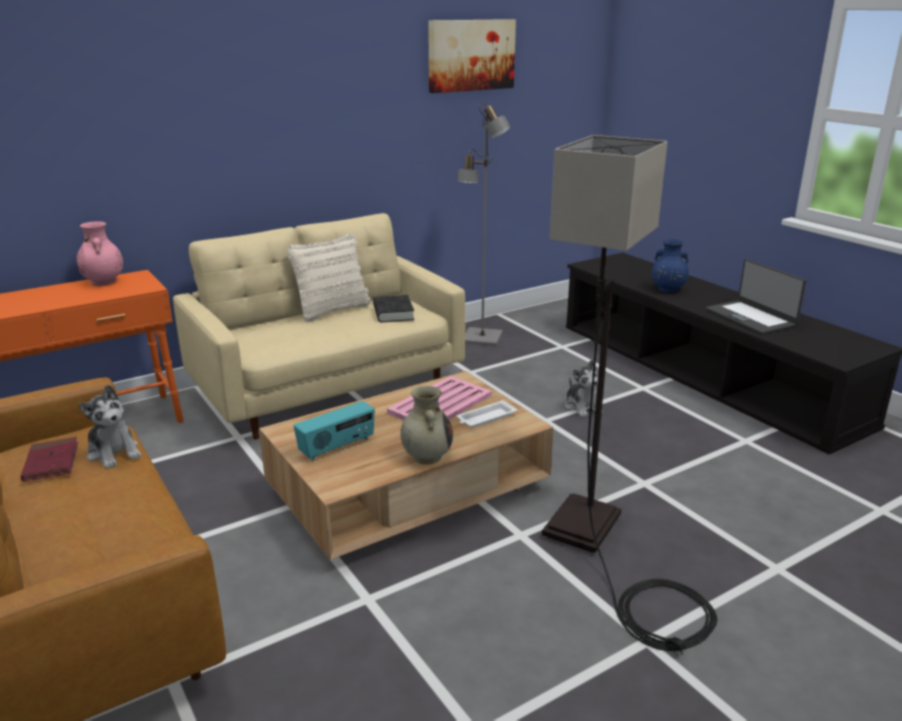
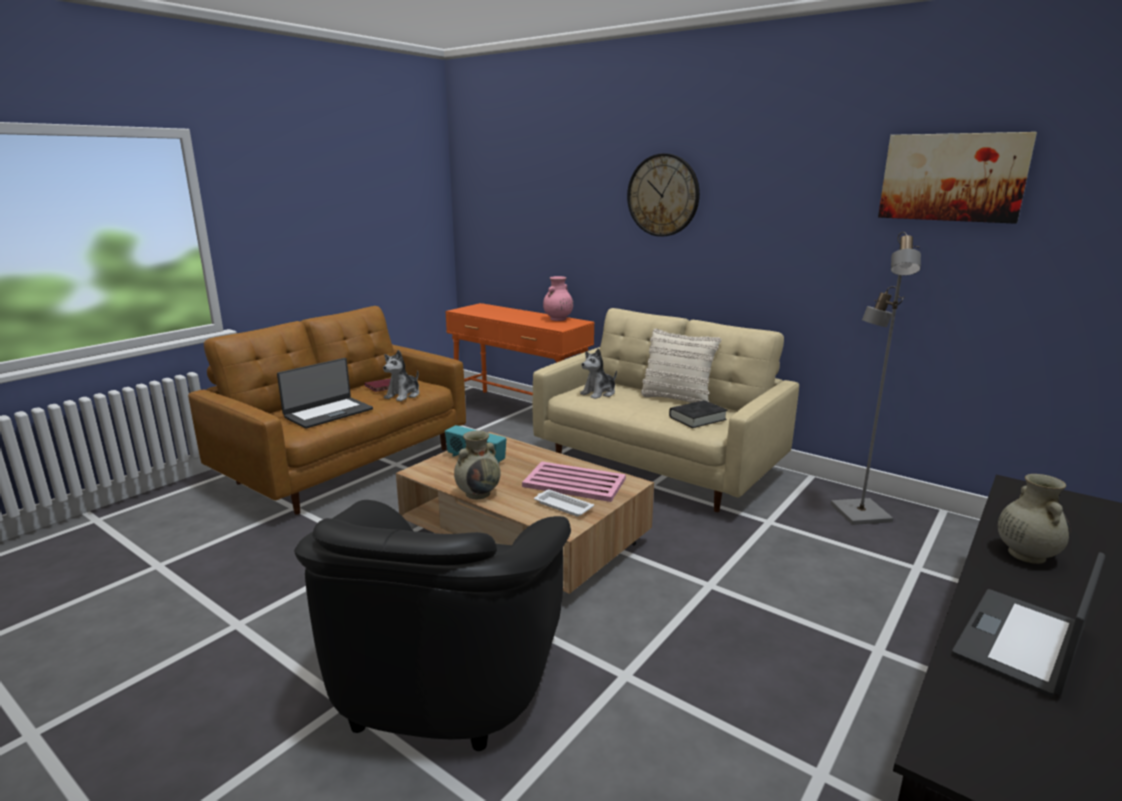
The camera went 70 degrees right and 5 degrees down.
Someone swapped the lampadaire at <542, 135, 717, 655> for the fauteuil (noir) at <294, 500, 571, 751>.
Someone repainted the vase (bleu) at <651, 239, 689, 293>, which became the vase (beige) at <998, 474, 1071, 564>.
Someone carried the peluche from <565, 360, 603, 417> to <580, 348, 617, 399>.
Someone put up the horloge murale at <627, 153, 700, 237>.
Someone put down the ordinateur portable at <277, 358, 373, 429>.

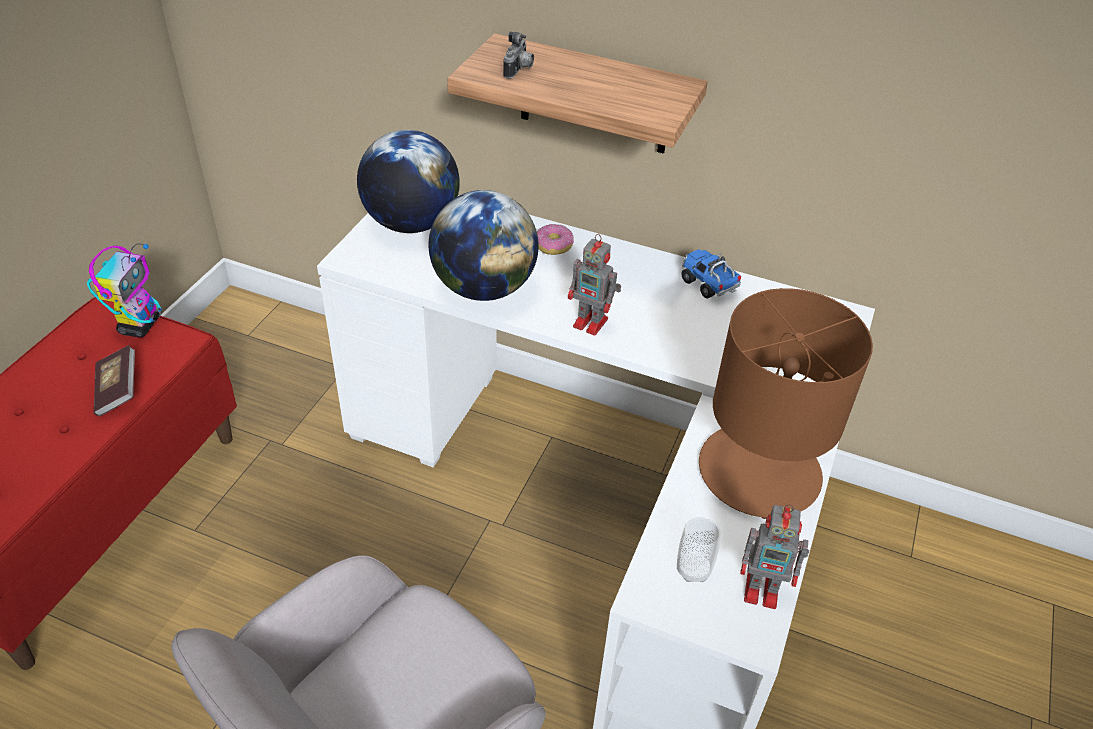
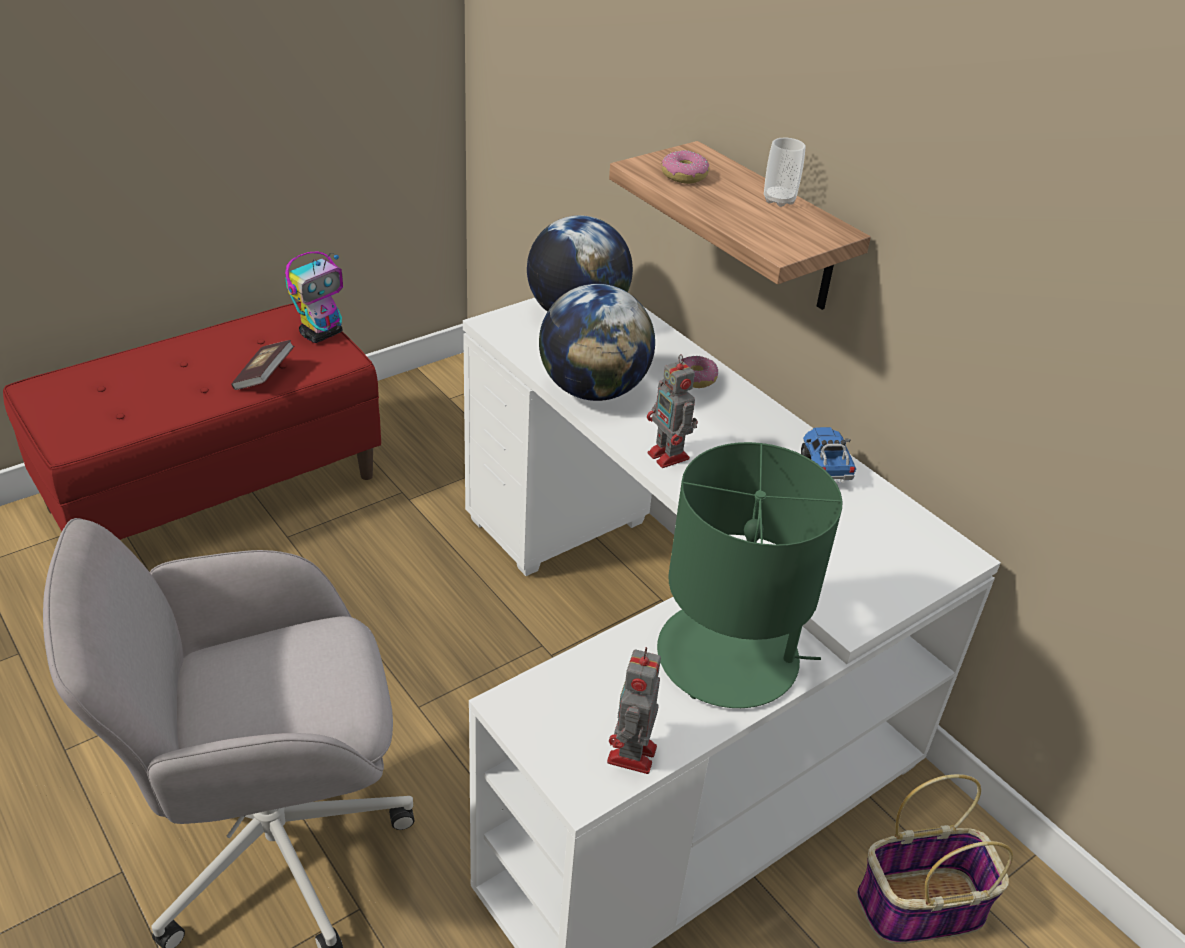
The camera went 30 degrees right and 5 degrees down.
Someone swapped the appareil photo at <503, 32, 534, 79> for the beignet at <662, 150, 709, 184>.
Someone repainted the lampe de table (marron) at <699, 288, 873, 519>, which became the lampe de table (vert) at <657, 442, 842, 708>.
Someone rotated the robot jouet at <740, 504, 809, 609> by 60 degrees clockwise.
Someone carried the tasse from <677, 517, 721, 582> to <764, 138, 806, 207>.
Someone put down the panier at <856, 774, 1013, 944>.

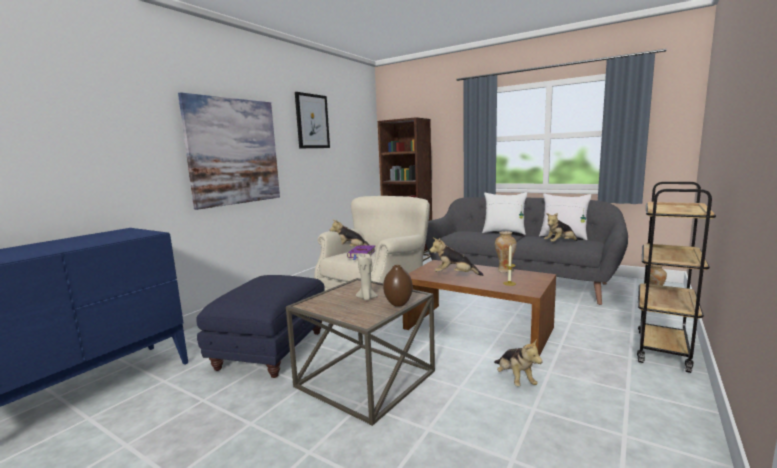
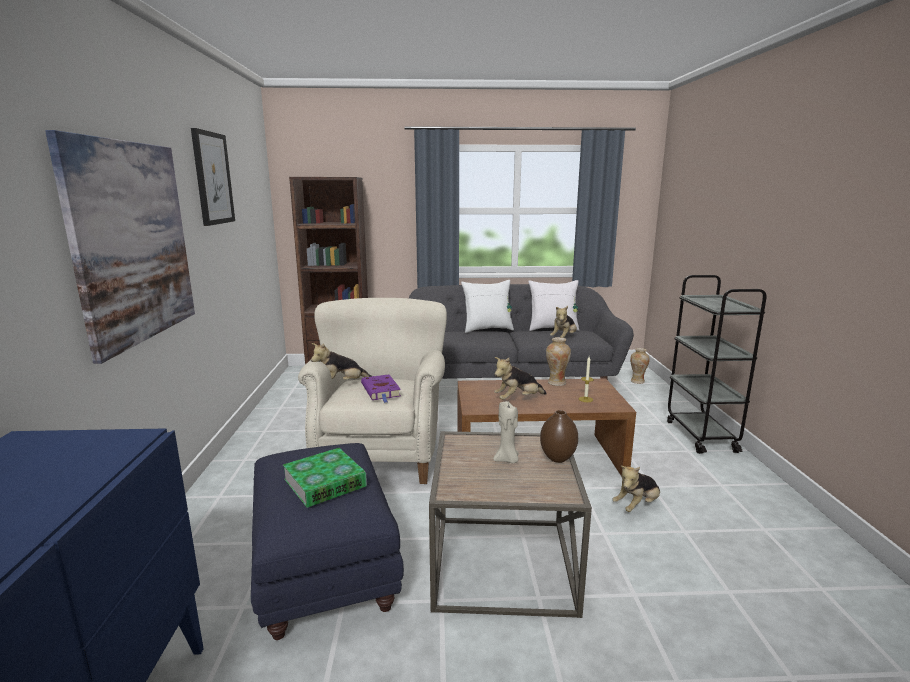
The camera went 35 degrees left and 5 degrees up.
Someone repainted the chariot (marron) at <637, 182, 716, 373>, which became the chariot (gris) at <667, 275, 766, 454>.
Someone rotated the peluche at <494, 339, 543, 386> by 105 degrees clockwise.
Someone put down the livre at <283, 448, 367, 508>.

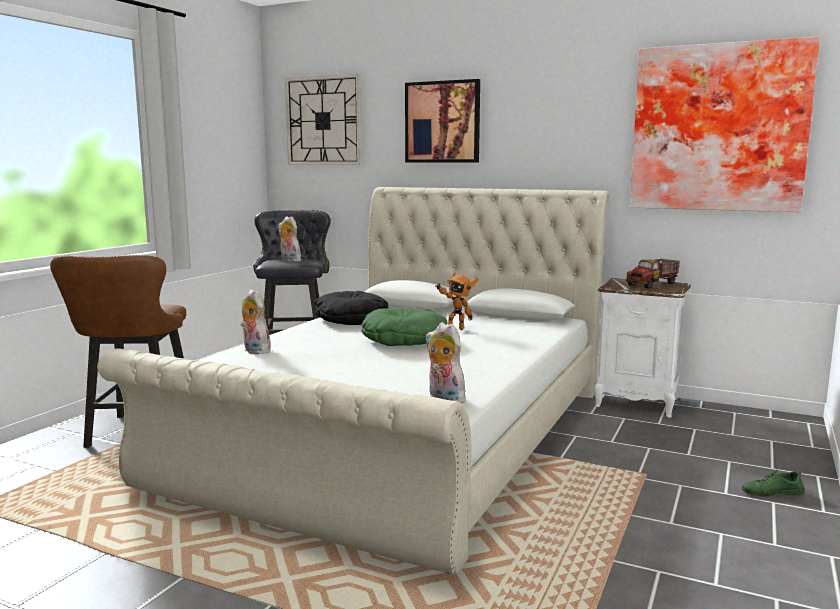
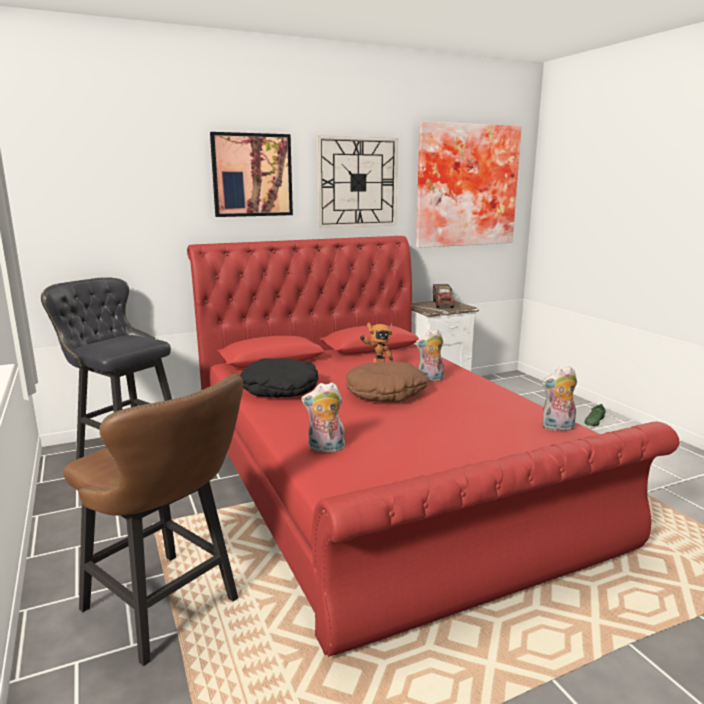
The camera went 50 degrees left and 5 degrees up.
Someone carried the horloge murale from <285, 74, 362, 165> to <317, 135, 398, 228>.
Someone repainted the lit (beige) at <97, 187, 610, 574>, which became the lit (rouge) at <187, 236, 680, 658>.
Someone carried the peluche from <278, 216, 301, 262> to <415, 329, 444, 382>.
Someone repainted the coussin (vert) at <362, 308, 447, 346>, which became the coussin (marron) at <346, 360, 428, 402>.

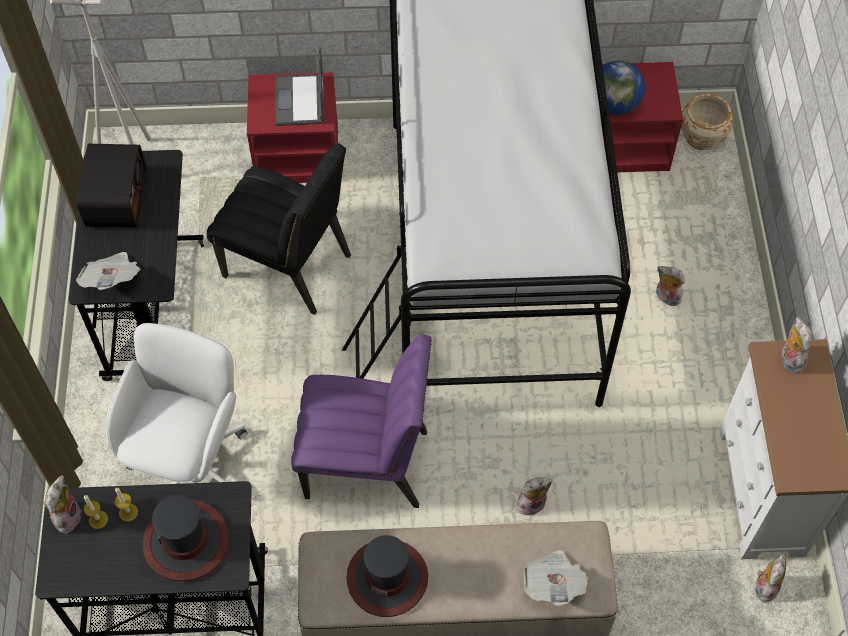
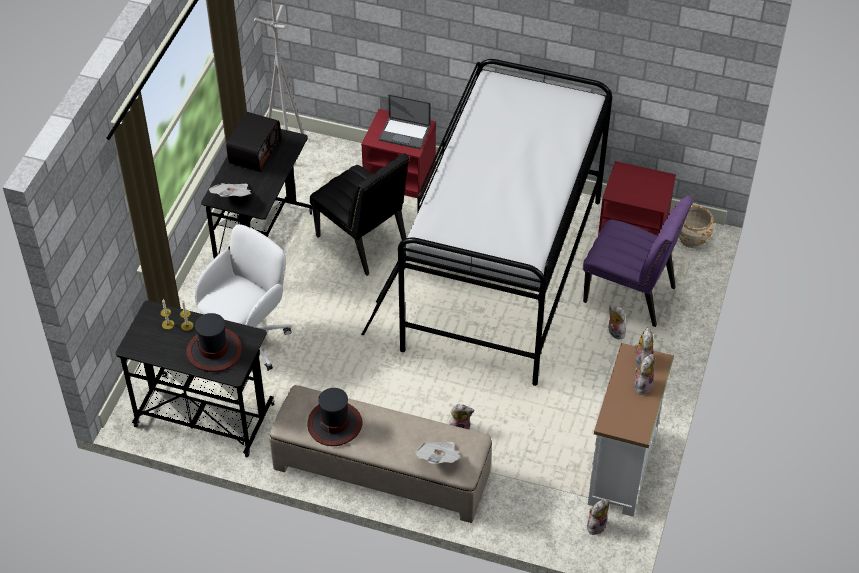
The camera went 20 degrees right and 10 degrees down.
Someone rotated the ordinateur portable at <275, 45, 325, 126> by 90 degrees counterclockwise.
Someone took away the globe at <597, 61, 645, 115>.
Someone carried the chaise (violet) from <291, 334, 432, 508> to <583, 195, 694, 327>.
Someone carried the peluche from <44, 475, 82, 534> to <634, 354, 655, 395>.

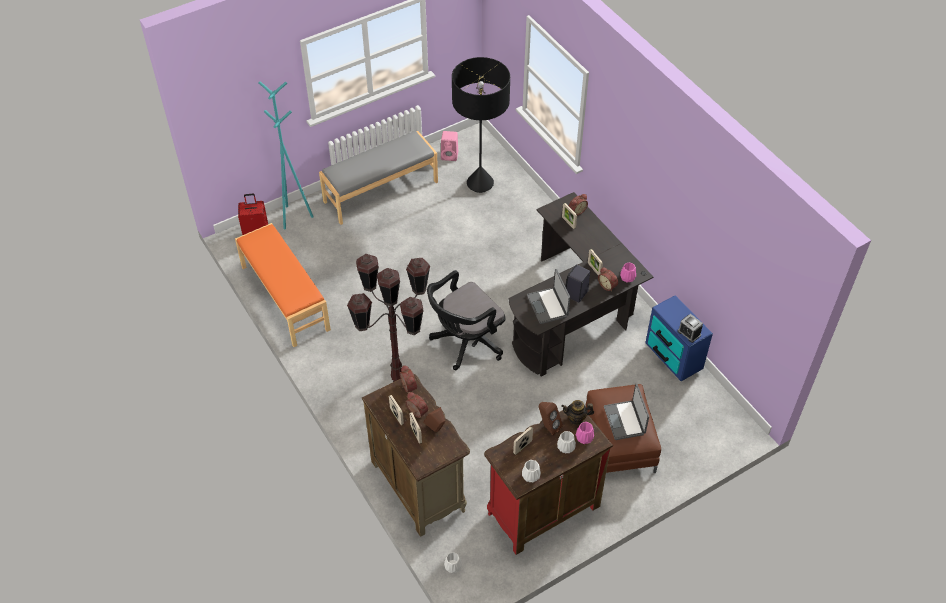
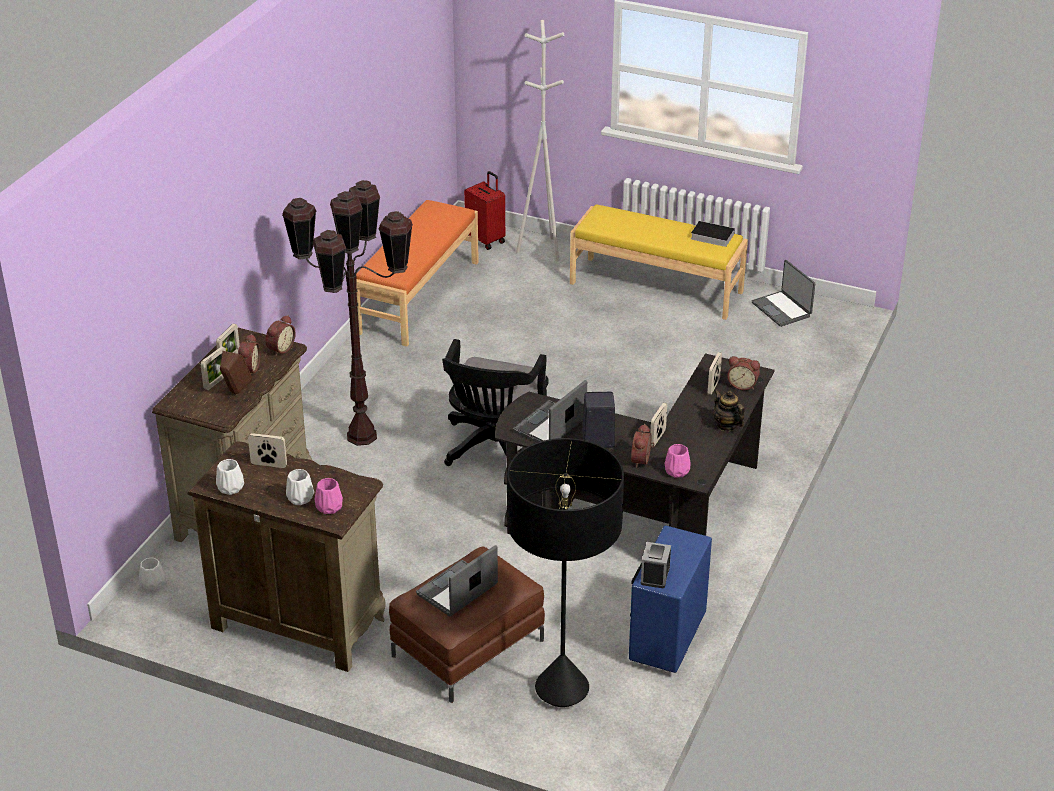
The camera went 55 degrees right and 15 degrees down.
Someone carried the lampadaire (noir) from <452, 57, 510, 193> to <507, 438, 624, 707>.
Someone repainted the portant (turquoise) at <259, 81, 314, 230>, which became the portant (gris) at <516, 20, 564, 262>.
Someone repainted the banc (gris) at <319, 131, 438, 225>, which became the banc (jaune) at <570, 204, 748, 320>.
Someone swapped the enceinte (rose) at <441, 131, 458, 161> for the ordinateur portable at <752, 260, 815, 327>.
Someone rotated the chaise de bureau (noir) at <427, 270, 505, 370> by 90 degrees counterclockwise.
Someone carried the théière from <561, 400, 594, 425> to <714, 390, 745, 431>.
Someone took away the enceinte (marron) at <539, 402, 563, 435>.
Someone repainted the commode (rouge) at <484, 410, 613, 555>, which became the commode (beige) at <187, 441, 386, 672>.
Someone put down the livre at <691, 221, 735, 247>.

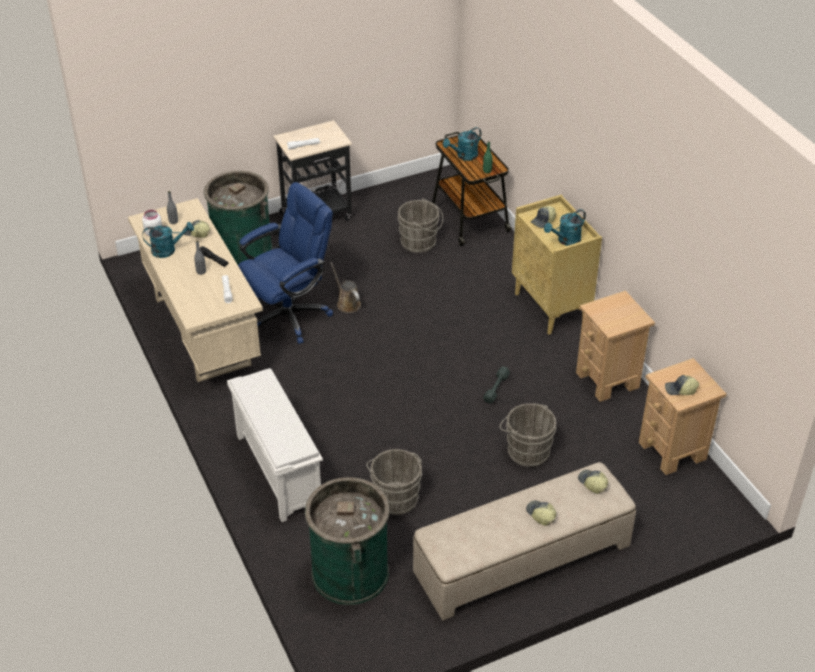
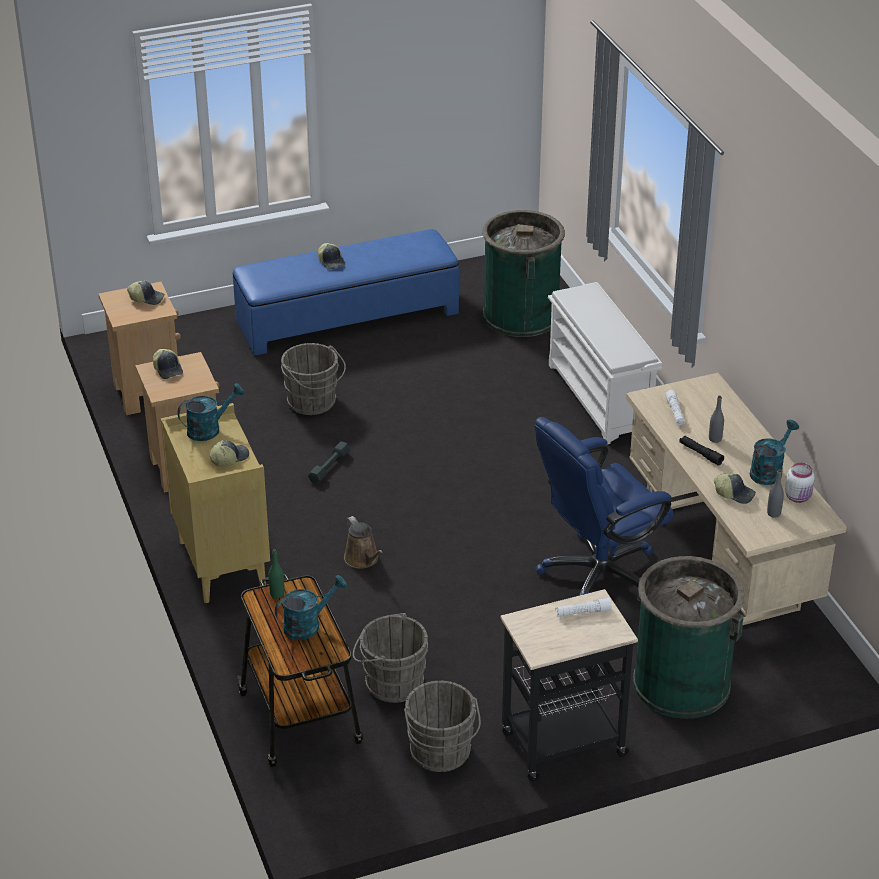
The camera went 175 degrees left and 5 degrees down.
Someone rotated the arrosoir (turquoise) at <142, 222, 194, 258> by 135 degrees clockwise.
Someone carried the arrosoir (marron) from <330, 262, 361, 313> to <344, 516, 383, 569>.
Someone carried the seau (gris) from <366, 449, 423, 515> to <404, 681, 481, 772>.
Someone repainted the banc (beige) at <413, 462, 636, 620>, which became the banc (bleu) at <233, 229, 459, 355>.
Someone carried the casquette from <578, 470, 608, 494> to <153, 349, 183, 379>.

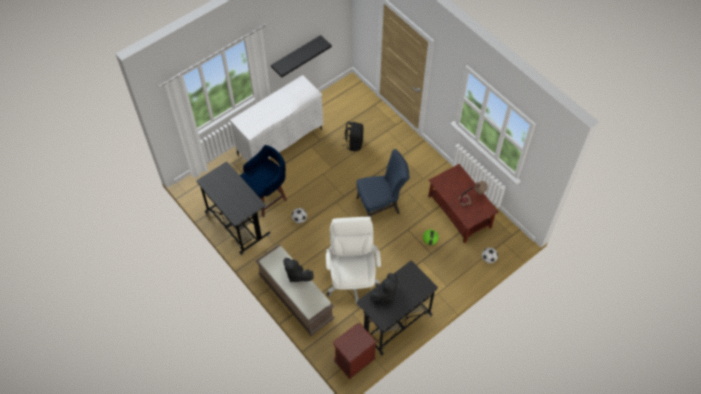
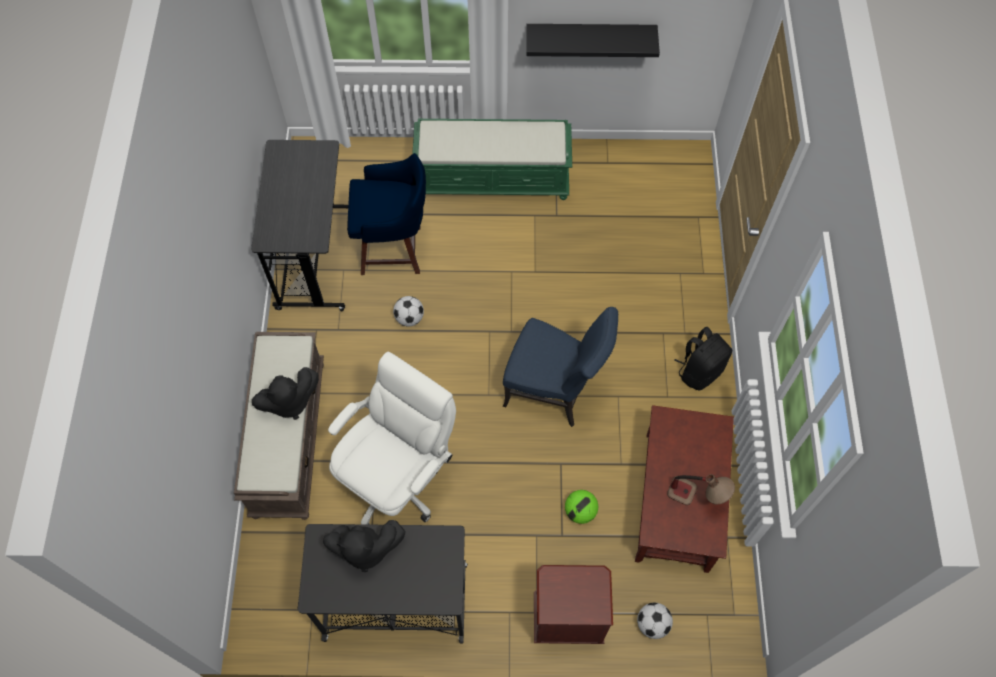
The camera went 40 degrees right and 5 degrees up.
Someone swapped the commode (blanc) at <230, 75, 324, 162> for the banc (vert) at <412, 119, 572, 200>.
Someone carried the sac à dos (noir) from <342, 121, 363, 151> to <674, 327, 732, 391>.
Someone rotated the peluche (noir) at <283, 258, 314, 282> by 105 degrees counterclockwise.
Someone carried the table de chevet (marron) from <333, 323, 376, 379> to <534, 565, 613, 644>.

